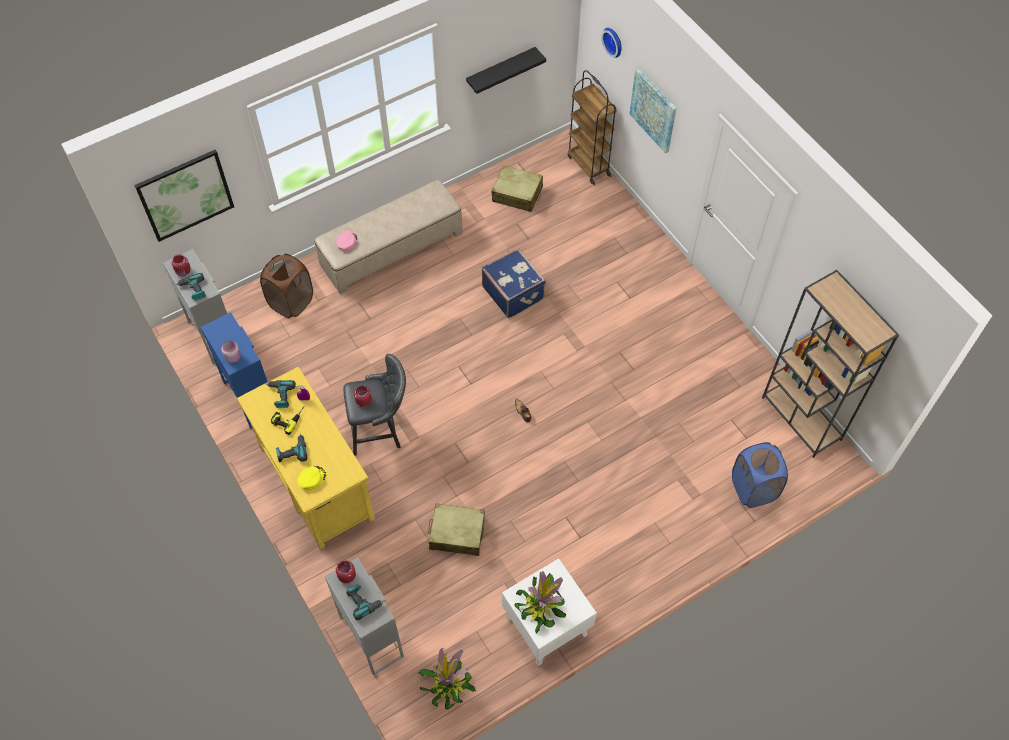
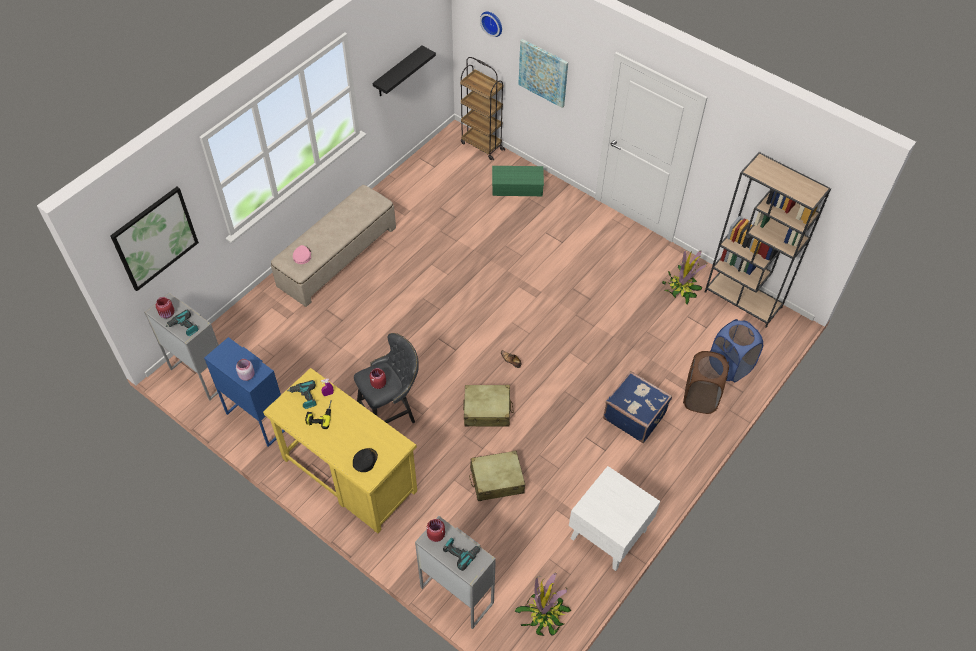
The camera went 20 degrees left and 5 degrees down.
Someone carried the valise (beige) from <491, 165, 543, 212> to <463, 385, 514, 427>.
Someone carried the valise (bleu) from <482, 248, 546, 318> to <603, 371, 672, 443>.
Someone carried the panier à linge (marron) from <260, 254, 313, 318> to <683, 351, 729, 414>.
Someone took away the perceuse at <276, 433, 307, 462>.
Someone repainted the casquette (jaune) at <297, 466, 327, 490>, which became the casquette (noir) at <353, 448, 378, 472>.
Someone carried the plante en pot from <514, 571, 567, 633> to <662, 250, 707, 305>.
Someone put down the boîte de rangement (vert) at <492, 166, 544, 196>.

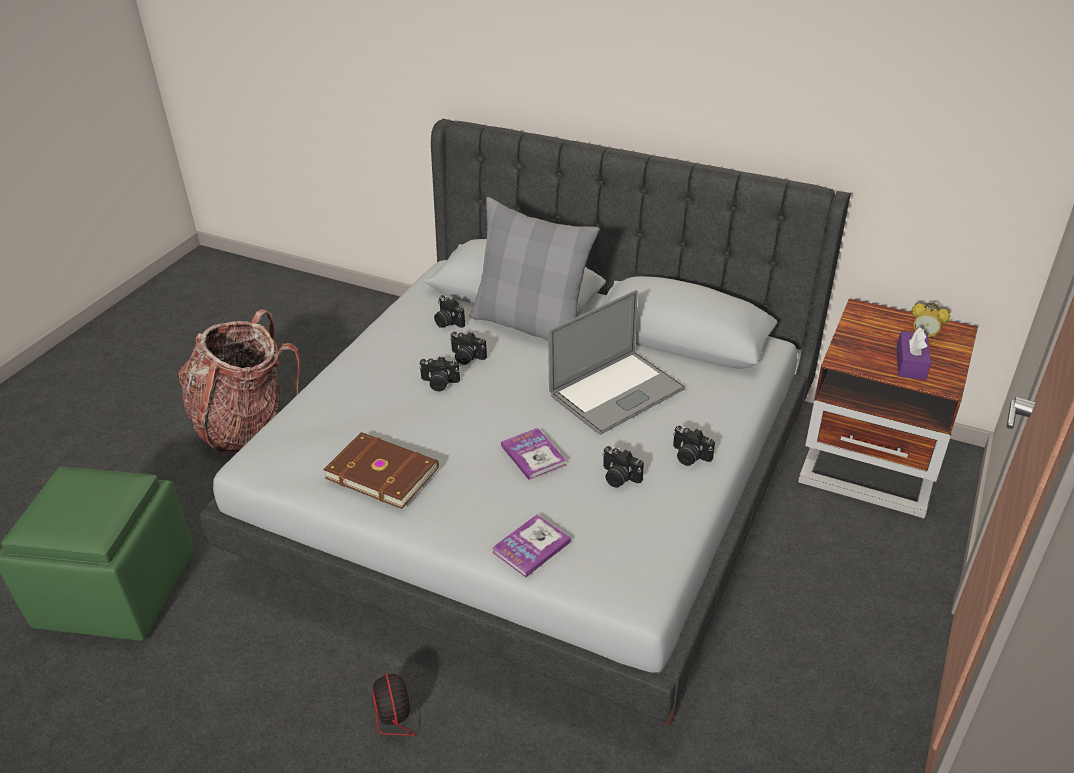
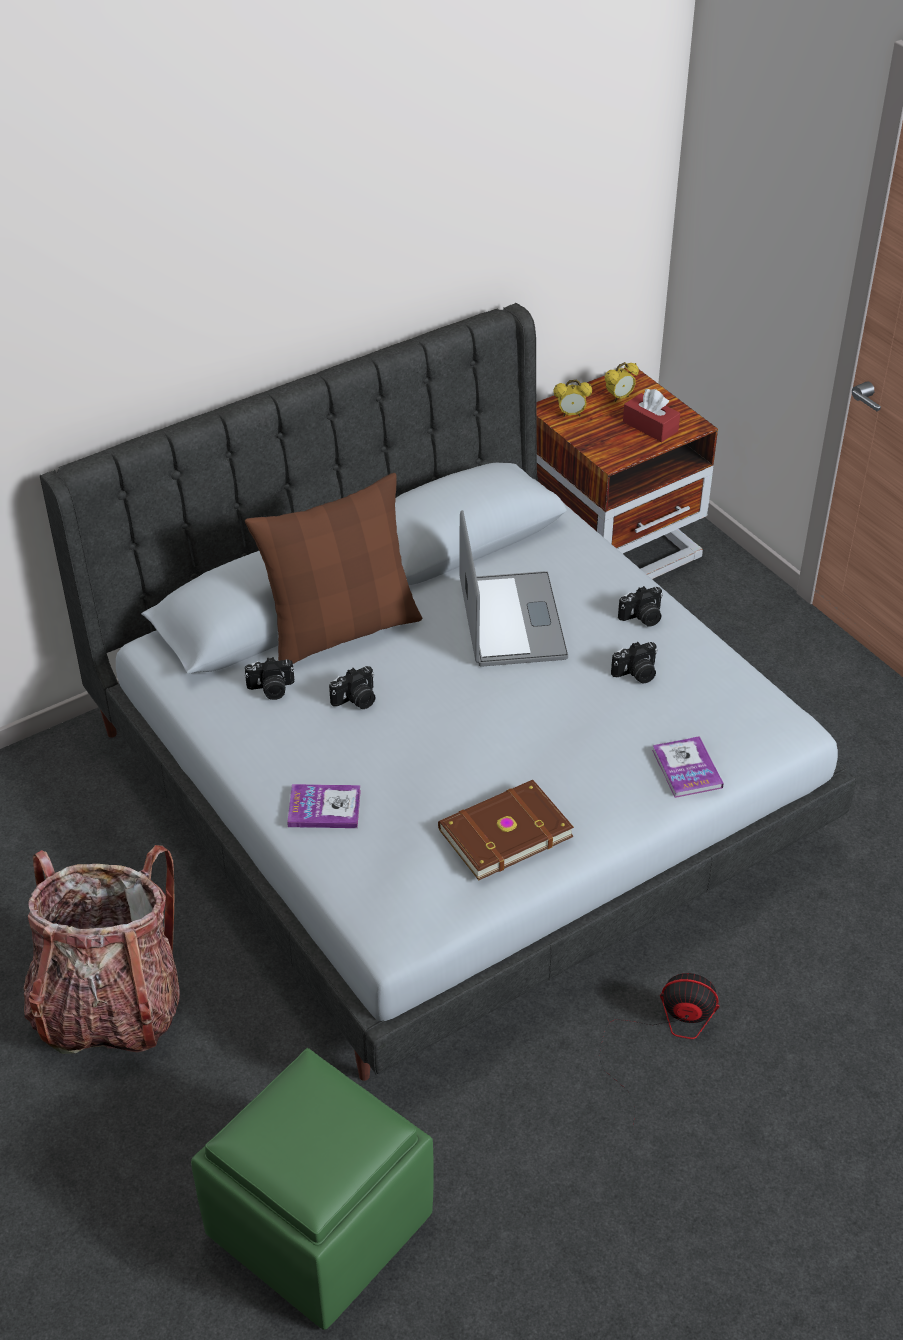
The camera went 60 degrees left and 5 degrees up.
Someone repainted the coussin (gris) at <469, 197, 600, 341>, which became the coussin (marron) at <245, 473, 422, 664>.
Someone repainted the boîte à mouchoirs (violet) at <896, 327, 931, 380>, which became the boîte à mouchoirs (rouge) at <623, 389, 680, 442>.
Someone took away the appareil photo at <419, 356, 460, 391>.
Someone carried the livre from <501, 428, 566, 480> to <287, 784, 361, 828>.
Someone put down the réveil at <553, 380, 592, 417>.

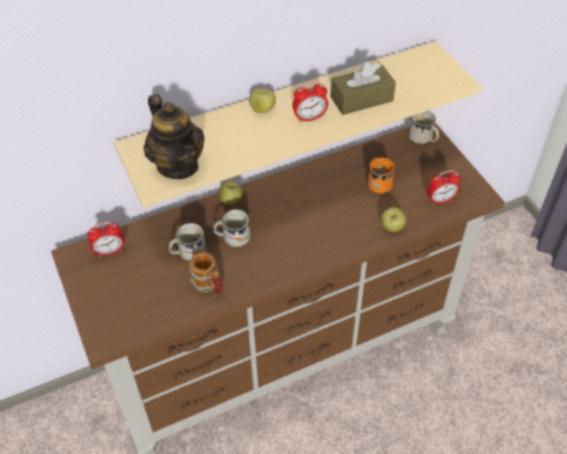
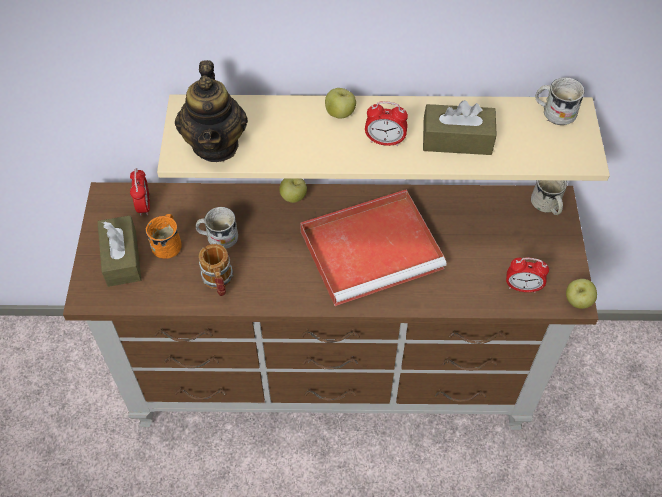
The camera went 25 degrees right and 5 degrees up.
Someone carried the mug (orange) from <368, 157, 395, 193> to <146, 214, 182, 259>.
Someone carried the pomme from <381, 207, 406, 232> to <566, 279, 597, 309>.
Someone carried the mug (blanc) from <213, 209, 250, 247> to <535, 77, 585, 125>.
Someone rotated the réveil at <87, 222, 124, 257> by 105 degrees counterclockwise.
Someone put down the plateau (rouge) at <300, 189, 447, 306>.
Someone put down the boîte à mouchoirs (marron) at <97, 215, 142, 287>.

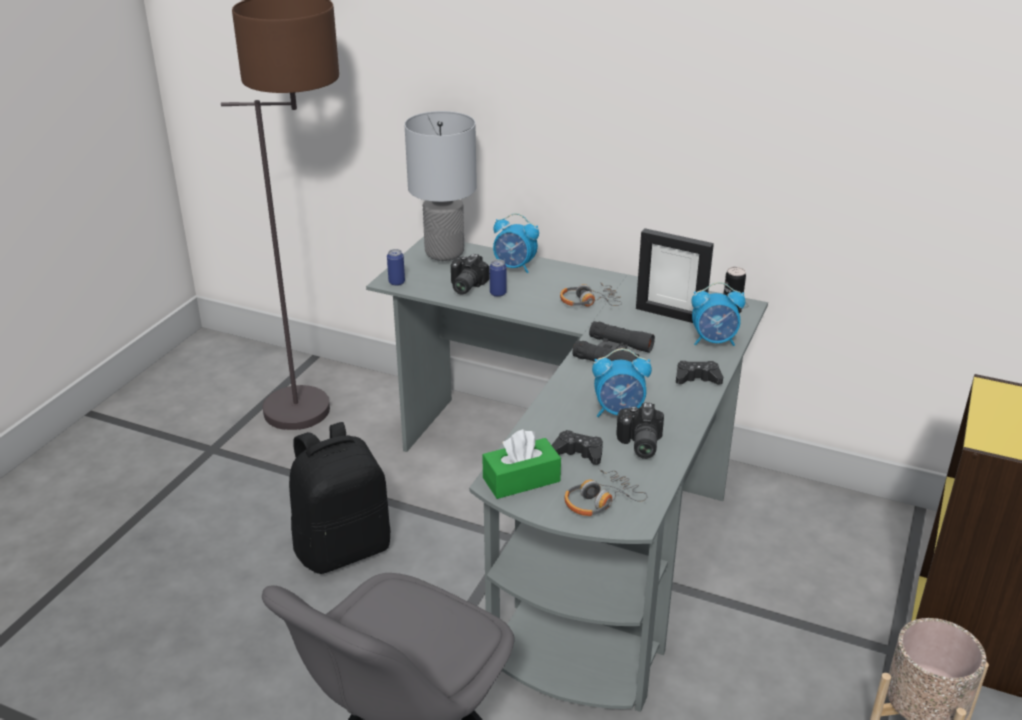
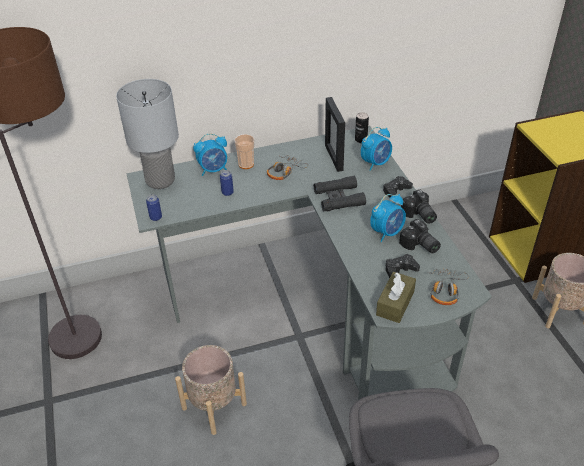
The camera went 40 degrees left and 10 degrees up.
Someone rotated the cadre photo at <636, 228, 714, 323> by 90 degrees clockwise.
Someone carried the appareil photo from <451, 254, 489, 295> to <401, 190, 437, 224>.
Someone swapped the sac à dos (noir) at <289, 422, 391, 574> for the cache-pot (beige) at <175, 345, 247, 435>.
Someone repainted the boîte à mouchoirs (vert) at <482, 429, 561, 499>, which became the boîte à mouchoirs (marron) at <376, 272, 416, 323>.
Someone put down the tasse at <234, 134, 254, 169>.

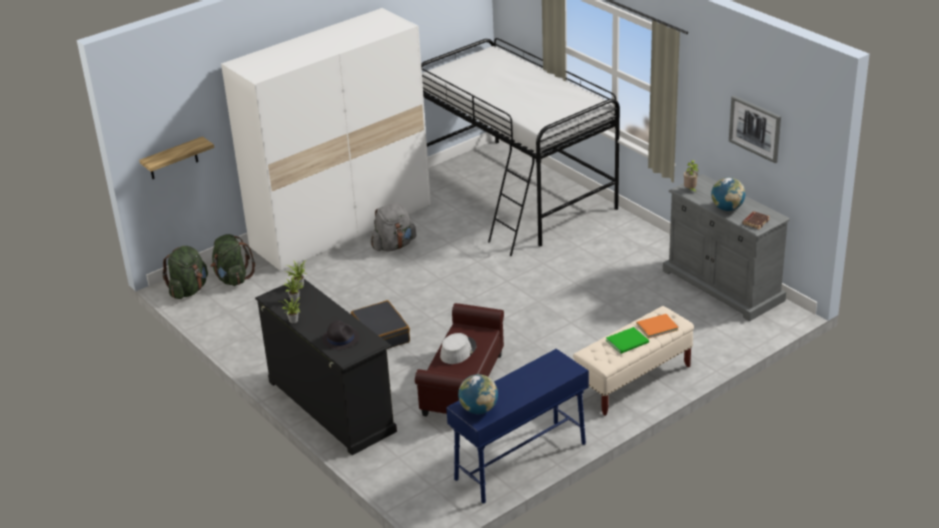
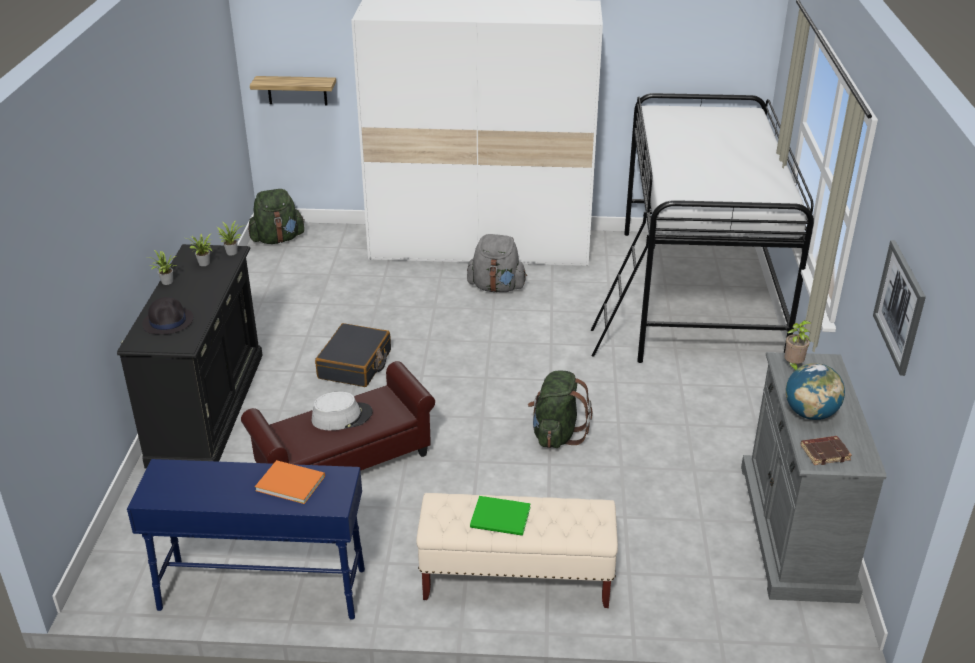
The camera went 40 degrees right and 0 degrees up.
Someone carried the sac à dos (vert) from <211, 234, 255, 286> to <528, 370, 592, 448>.
Someone carried the livre (orange) from <636, 314, 679, 338> to <255, 460, 325, 504>.
Someone took away the globe at <458, 374, 498, 414>.

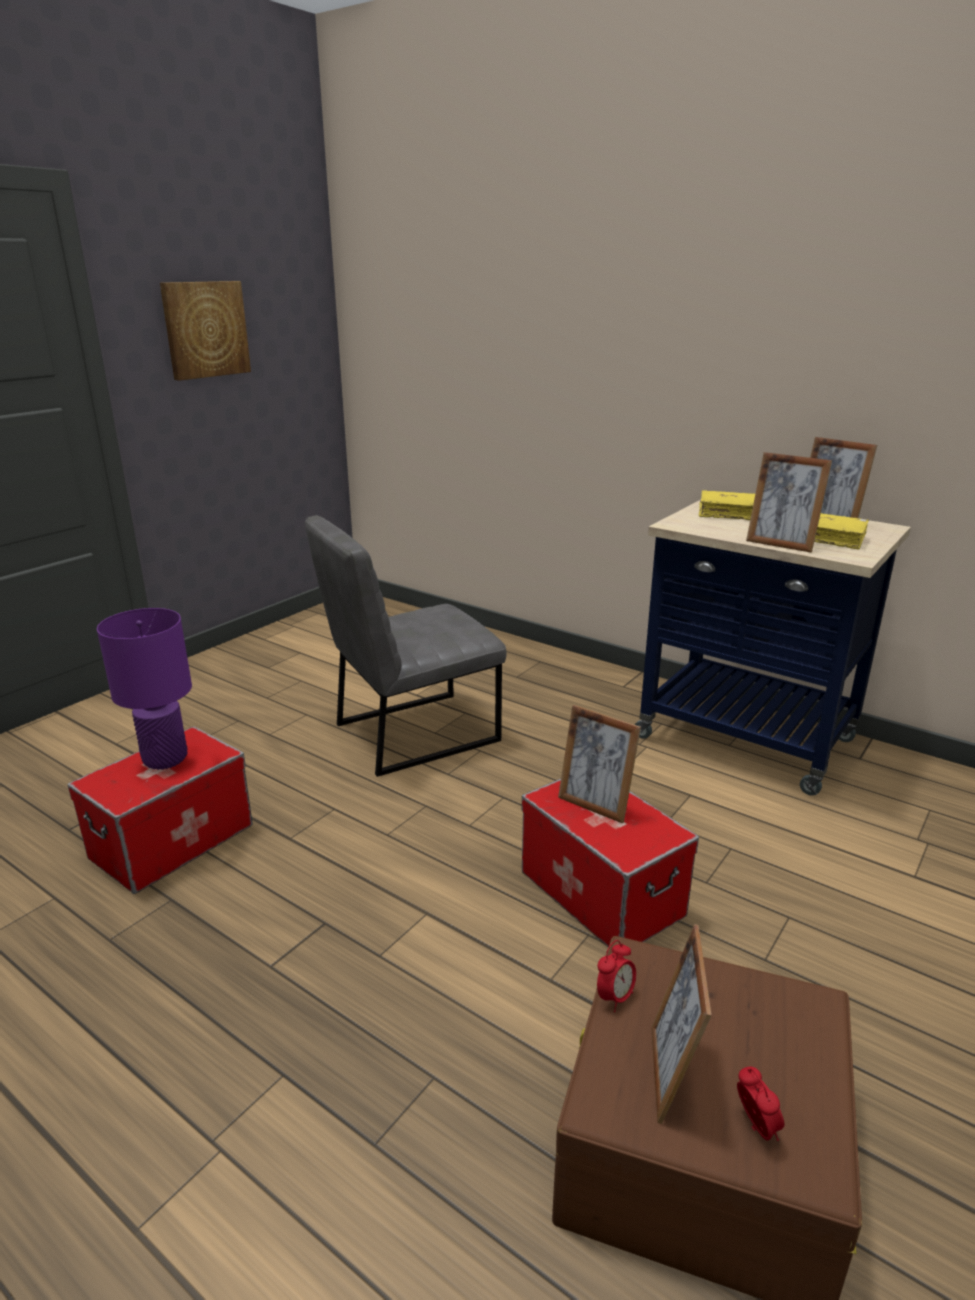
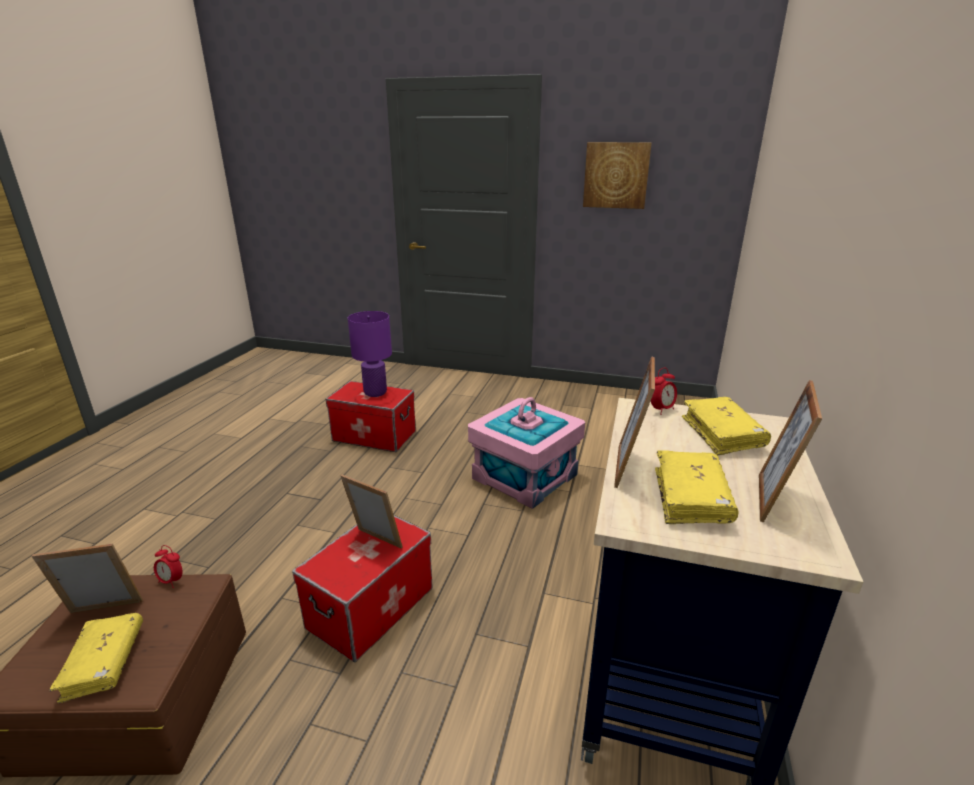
The camera went 70 degrees right and 0 degrees up.
Someone swapped the chaise (gris) at <305, 515, 507, 777> for the boîte de rangement (rose) at <468, 397, 585, 509>.
Someone rotated the cadre photo at <558, 705, 641, 824> by 105 degrees clockwise.
Someone carried the réveil from <737, 1067, 784, 1141> to <651, 368, 677, 415>.
Someone put down the livre (jaune) at <49, 613, 143, 703>.

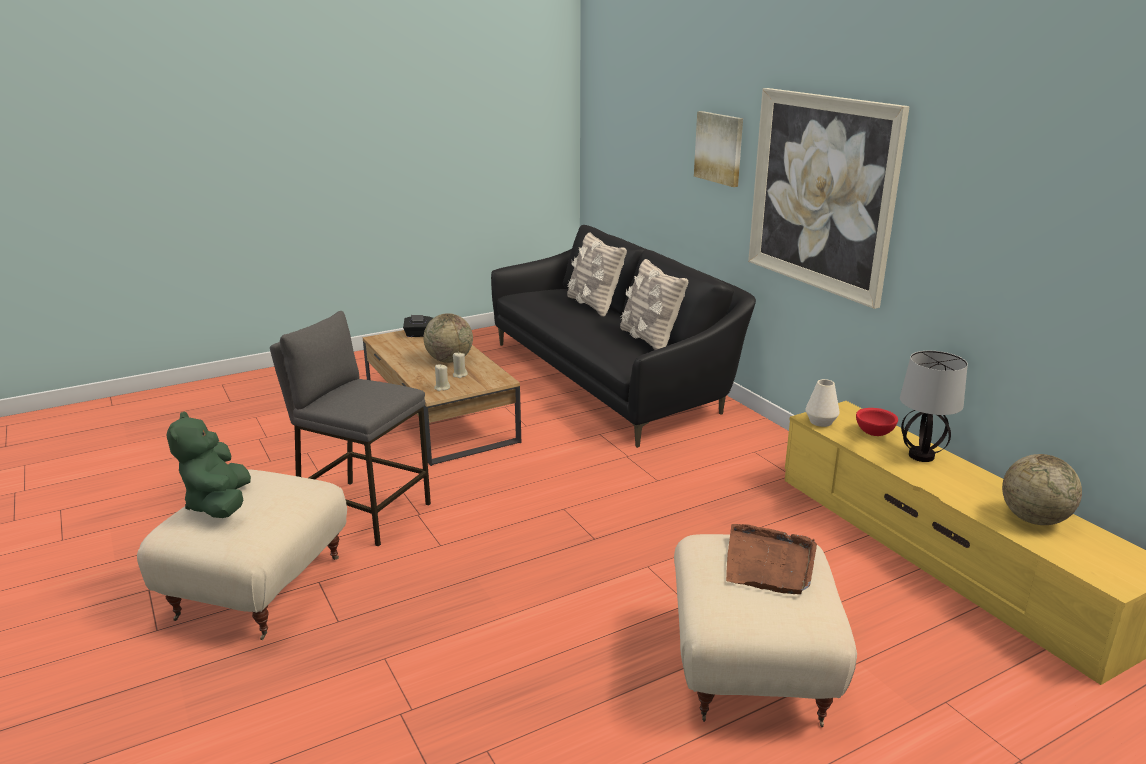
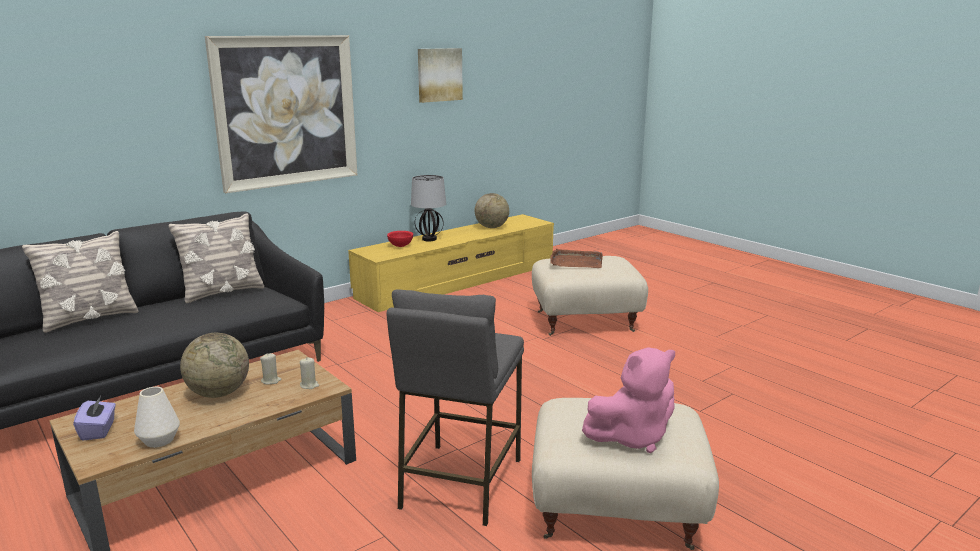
The camera went 100 degrees left and 5 degrees down.
Someone carried the tableau from <694, 111, 743, 187> to <418, 48, 463, 103>.
Someone repainted the boîte à mouchoirs (noir) at <403, 315, 433, 337>, which became the boîte à mouchoirs (violet) at <73, 396, 116, 440>.
Someone carried the vase (blanc) from <805, 379, 840, 427> to <134, 387, 180, 448>.
Someone repainted the peluche (vert) at <166, 411, 251, 518>, which became the peluche (rose) at <582, 347, 675, 453>.

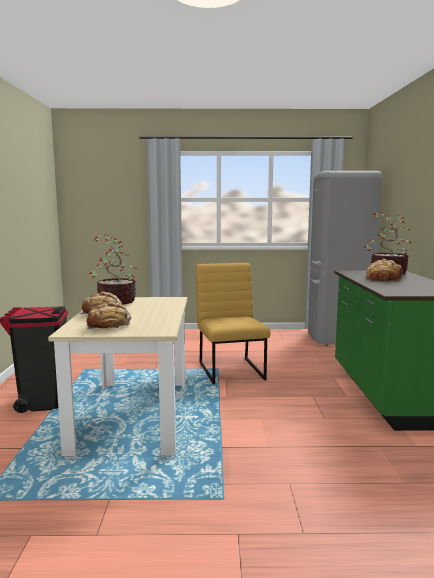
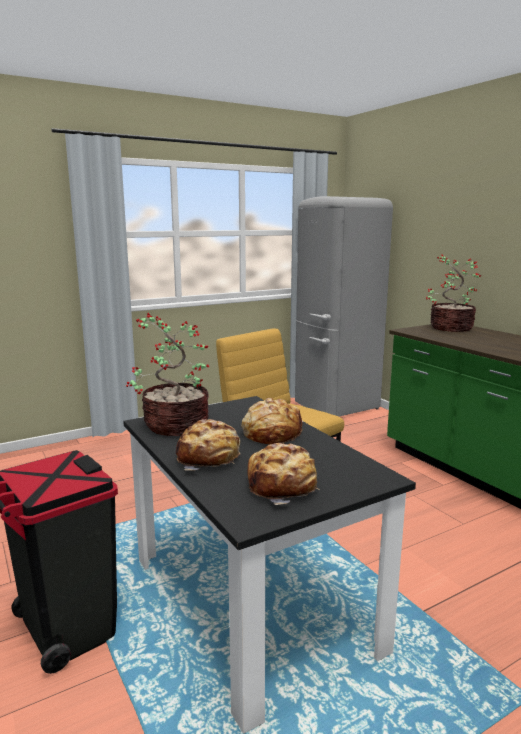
The camera went 30 degrees left and 5 degrees up.
Someone carried the pain from <366, 259, 404, 281> to <241, 398, 303, 444>.
Someone repainted the table à manger (beige) at <48, 297, 187, 457>, which became the table à manger (noir) at <123, 396, 416, 734>.

